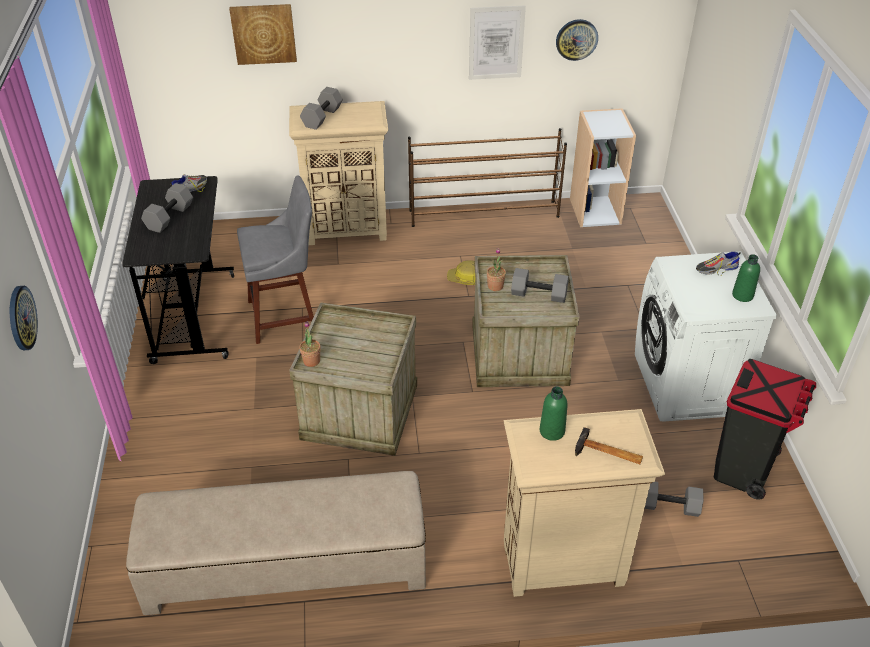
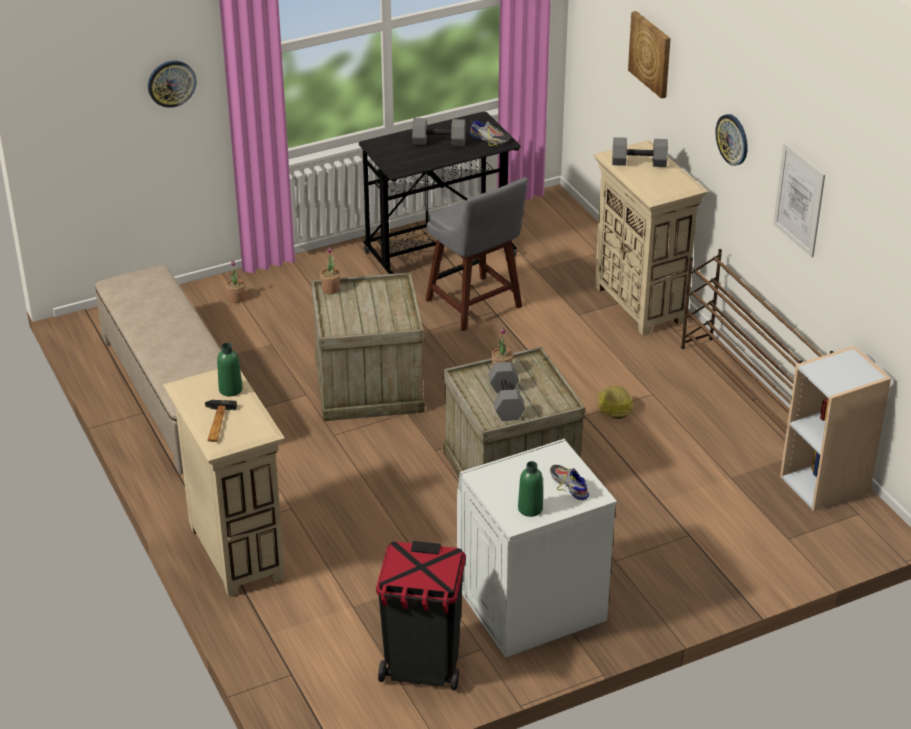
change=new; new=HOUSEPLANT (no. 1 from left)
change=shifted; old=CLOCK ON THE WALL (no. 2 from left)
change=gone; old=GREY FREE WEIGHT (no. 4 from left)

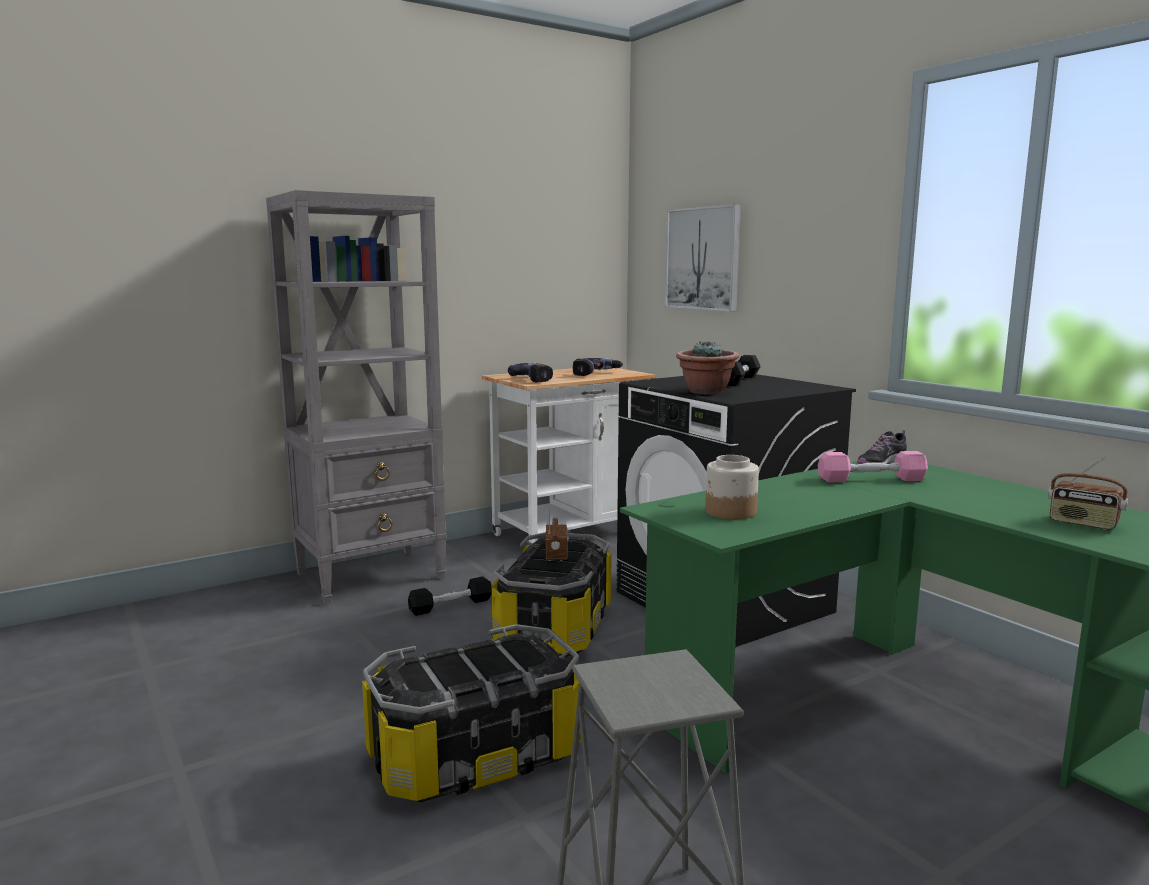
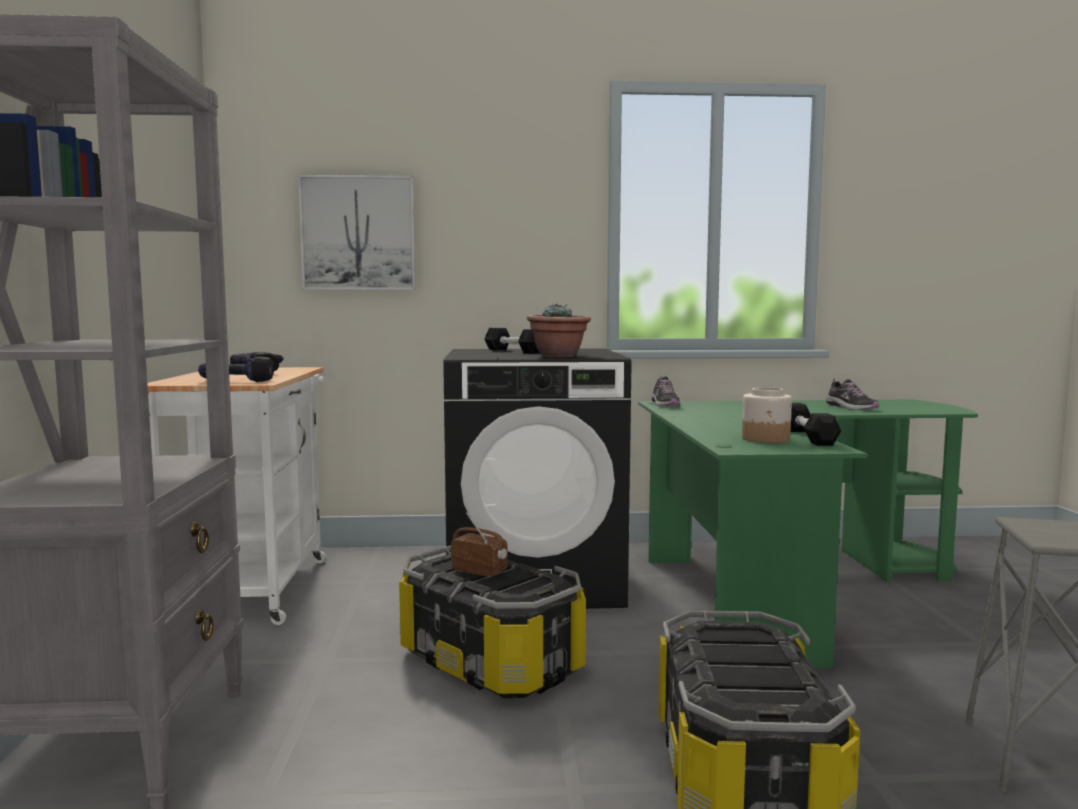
change=shifted; old=BLACK FREE WEIGHT (no. 1 from left in the first image); new=BLACK FREE WEIGHT (no. 2 from left)
change=swapped; old=RADIO RECEIVER (no. 2 from left); new=LOW SHOE (no. 2 from left)
change=gone; old=PINKISH FREE WEIGHT

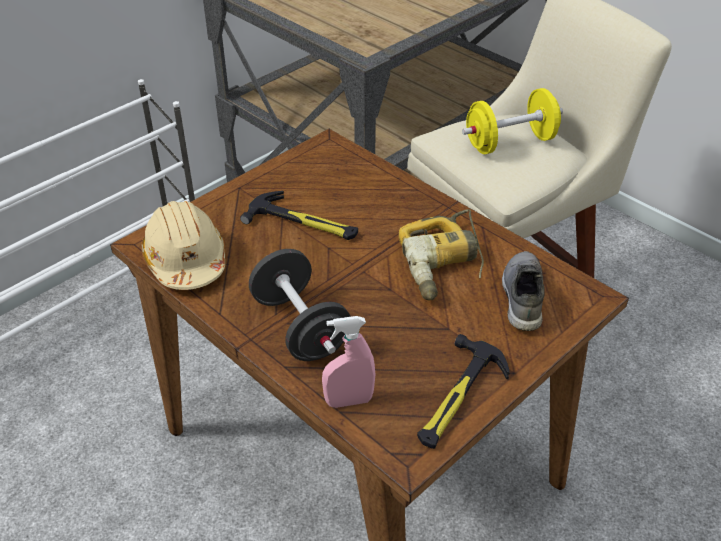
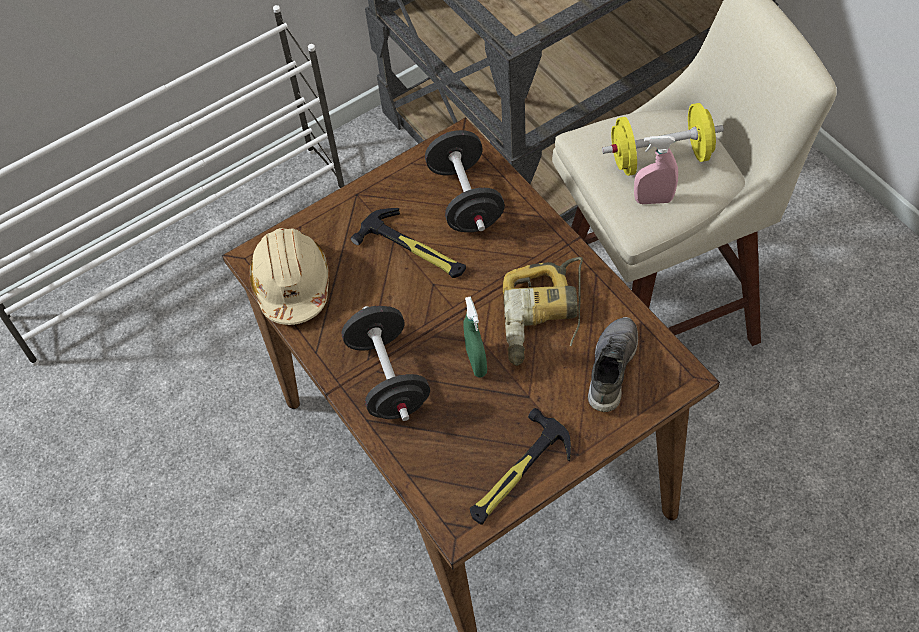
change=new; new=BLACK FREE WEIGHT (no. 2 from left)
change=new; new=GREEN HAND SPRAYER
change=shifted; old=PINKISH HAND SPRAYER

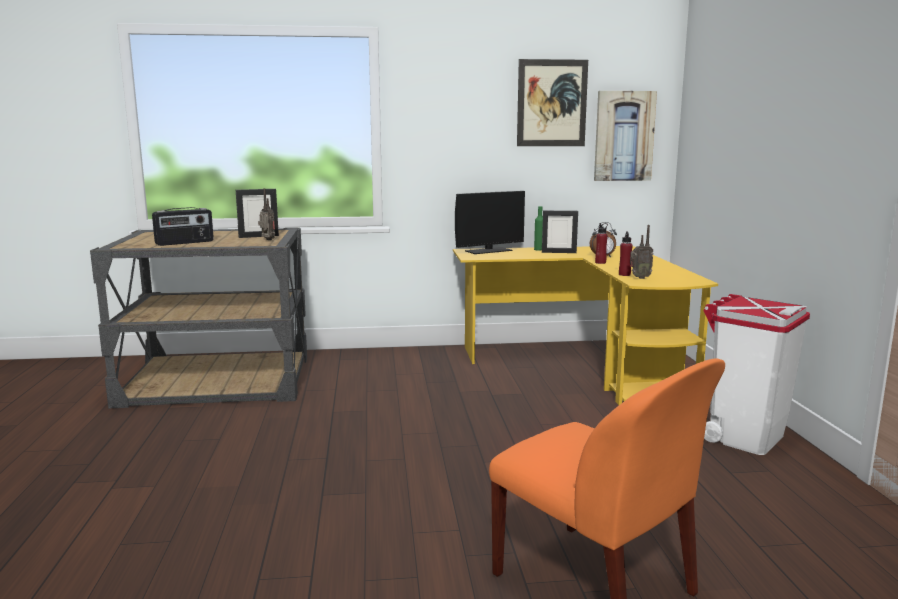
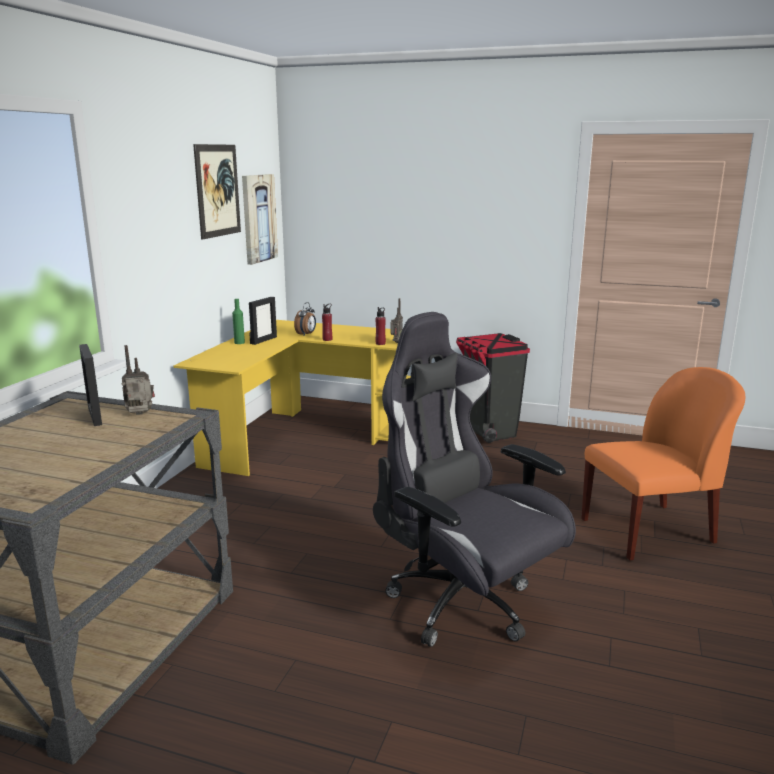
change=rotated; old=STANDING FRAME (no. 1 from left); degrees=150
change=new; new=BLACK OFFICE CHAIR
change=repainted; old=WHITE-COLOURED WASTE BIN; new=BLACK WASTE BIN
change=gone; old=RADIO RECEIVER (no. 1 from left)
change=gone; old=COMPUTER SCREEN

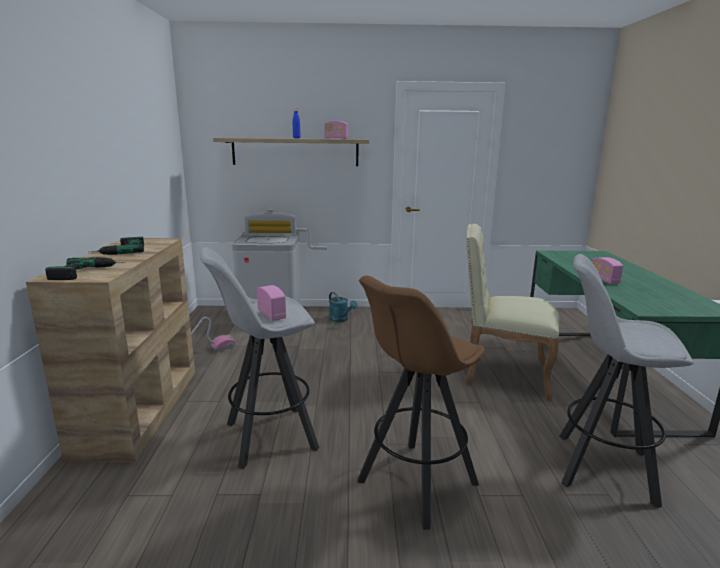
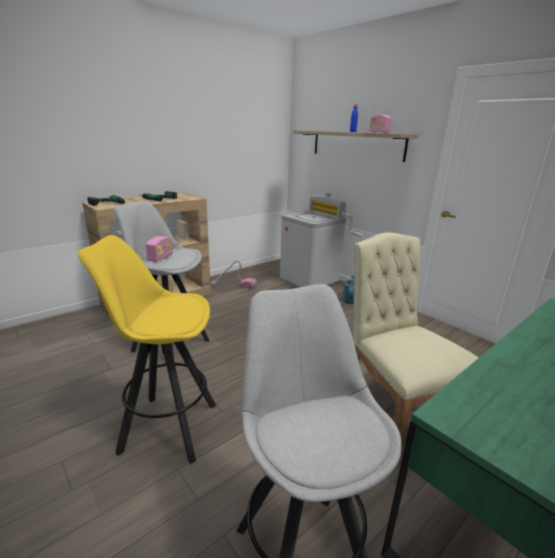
change=repainted; old=BROWN SITTING STOOL; new=YELLOWISH SITTING STOOL
change=gone; old=RADIO RECEIVER (no. 3 from left)

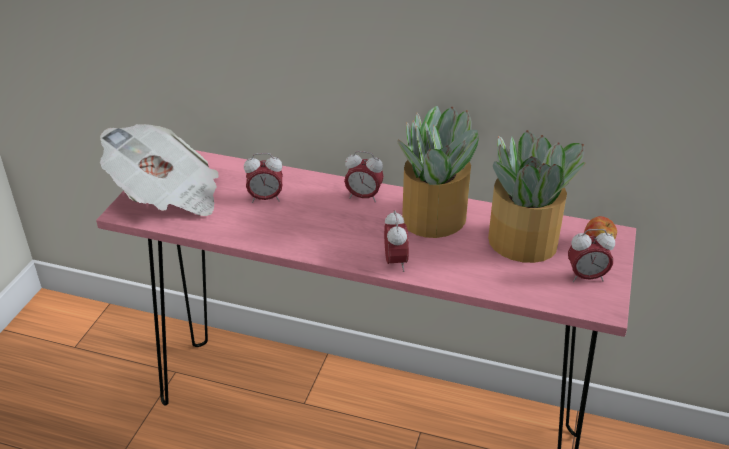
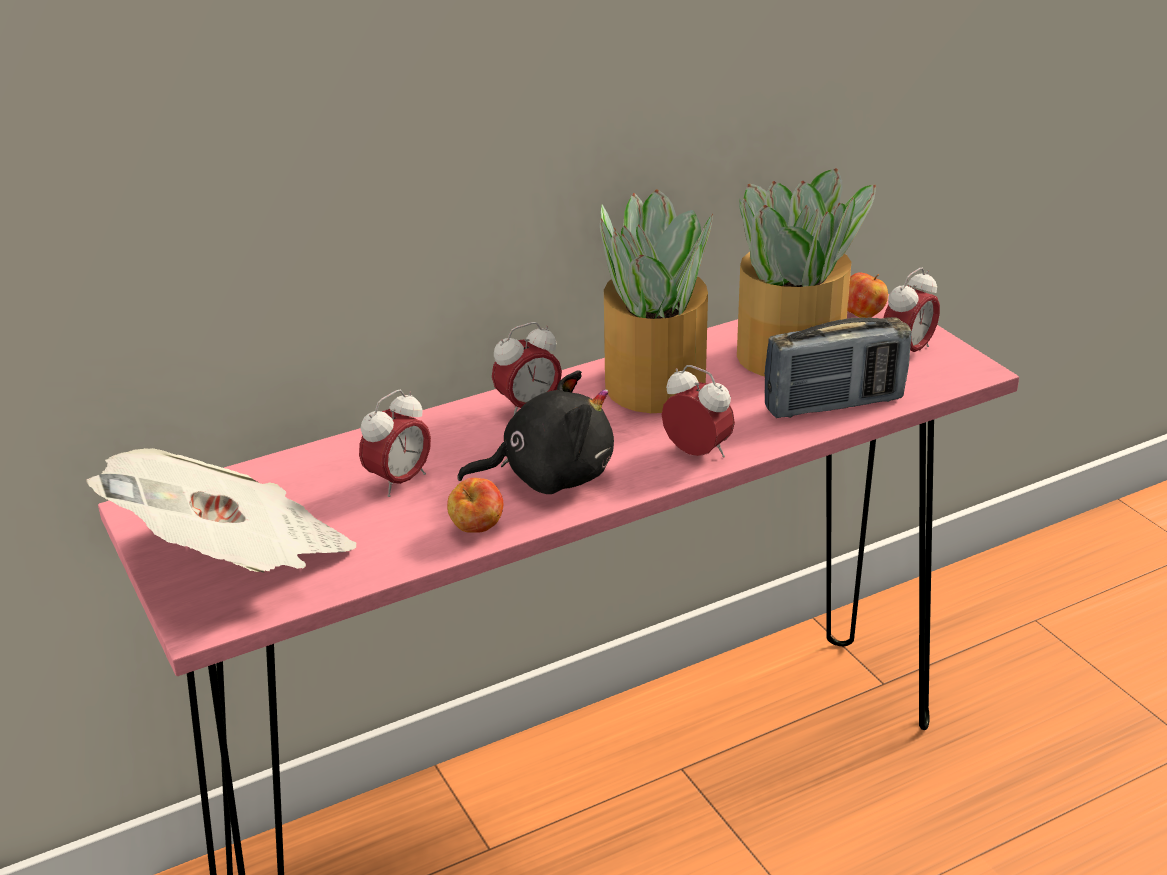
change=new; new=APPLE (no. 1 from left)
change=new; new=BLACK PLUSH TOY
change=new; new=RADIO RECEIVER

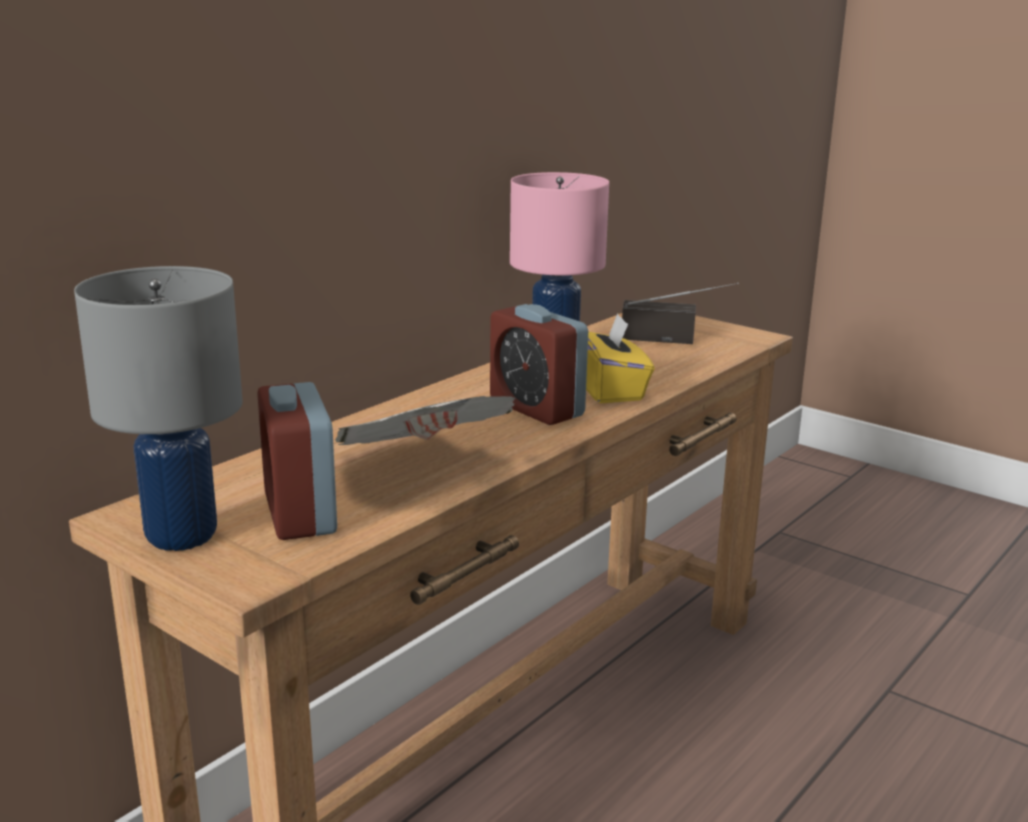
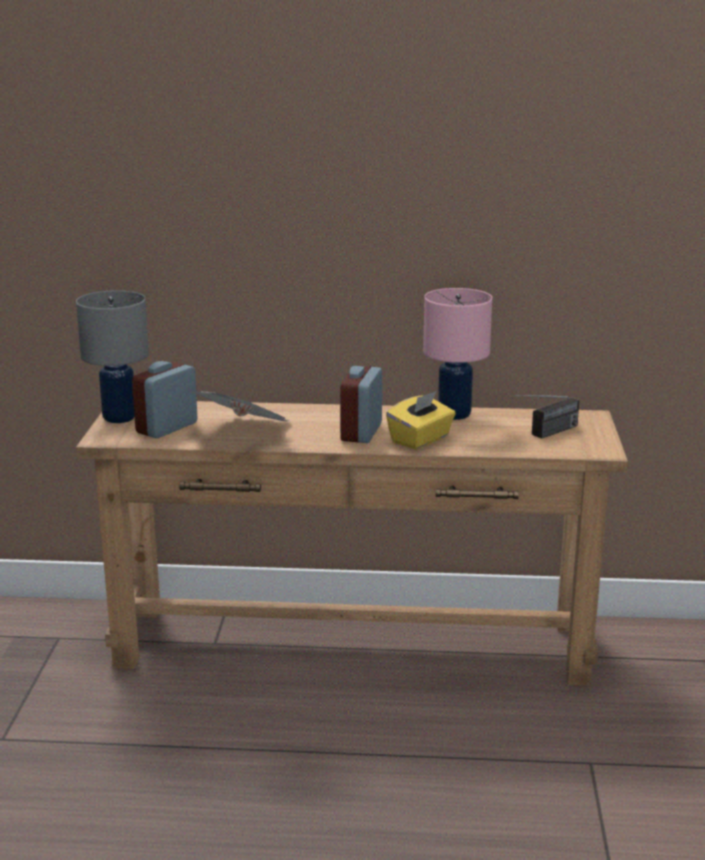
change=rotated; old=RADIO RECEIVER; degrees=75

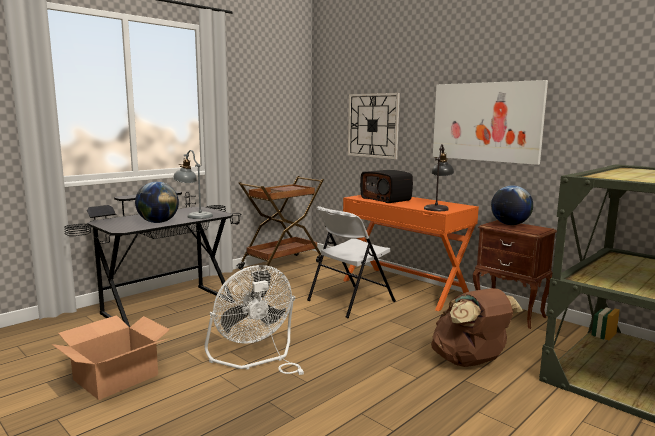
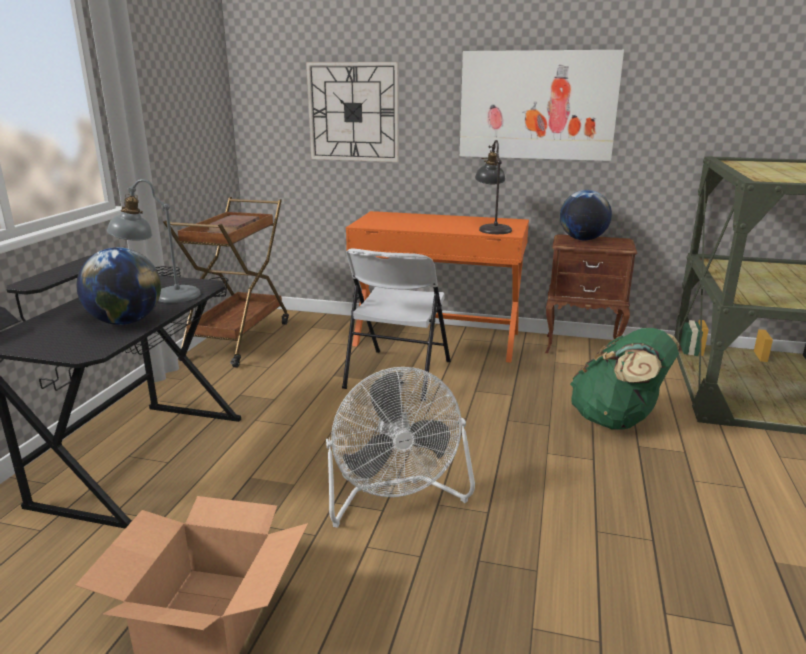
change=rotated; old=WHITE-COLOURED ELECTRIC FAN; degrees=-135
change=repainted; old=BROWN RUCKSACK; new=GREEN RUCKSACK
change=gone; old=RADIO RECEIVER

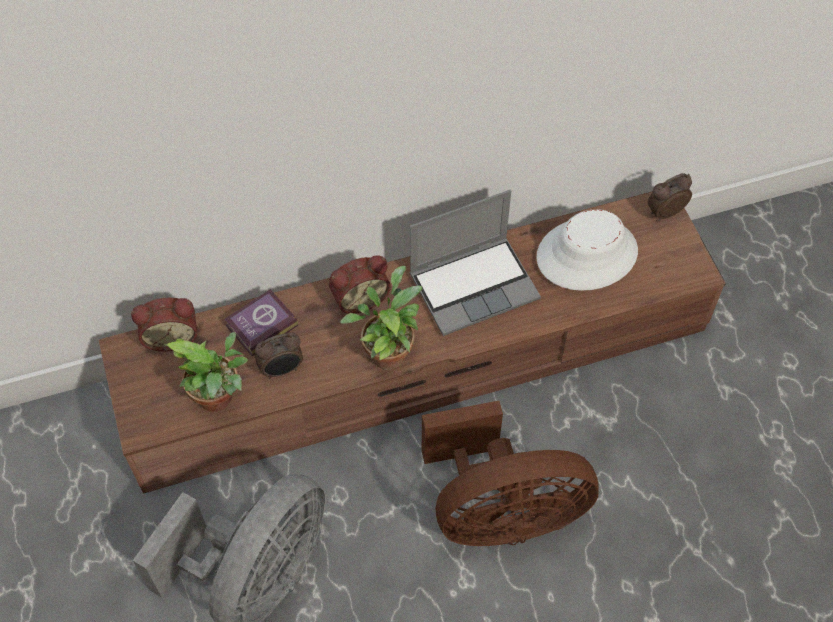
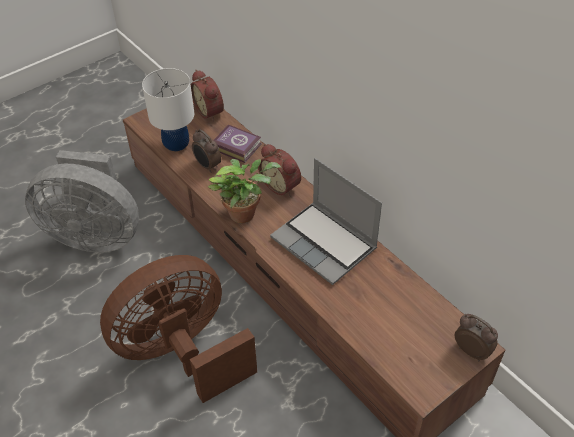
change=rotated; old=BROWN ELECTRIC FAN; degrees=90
change=swapped; old=HOUSEPLANT (no. 1 from left); new=WHITE-COLOURED LAMP FOR A TABLE
change=gone; old=WHITE-COLOURED CLOTHING HAT

